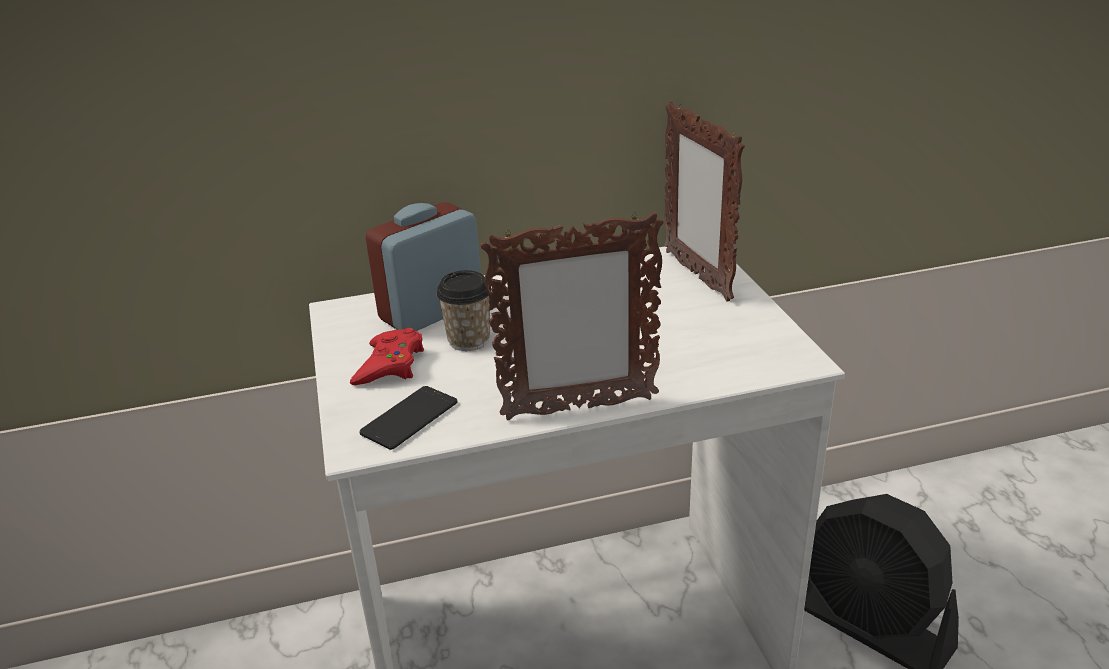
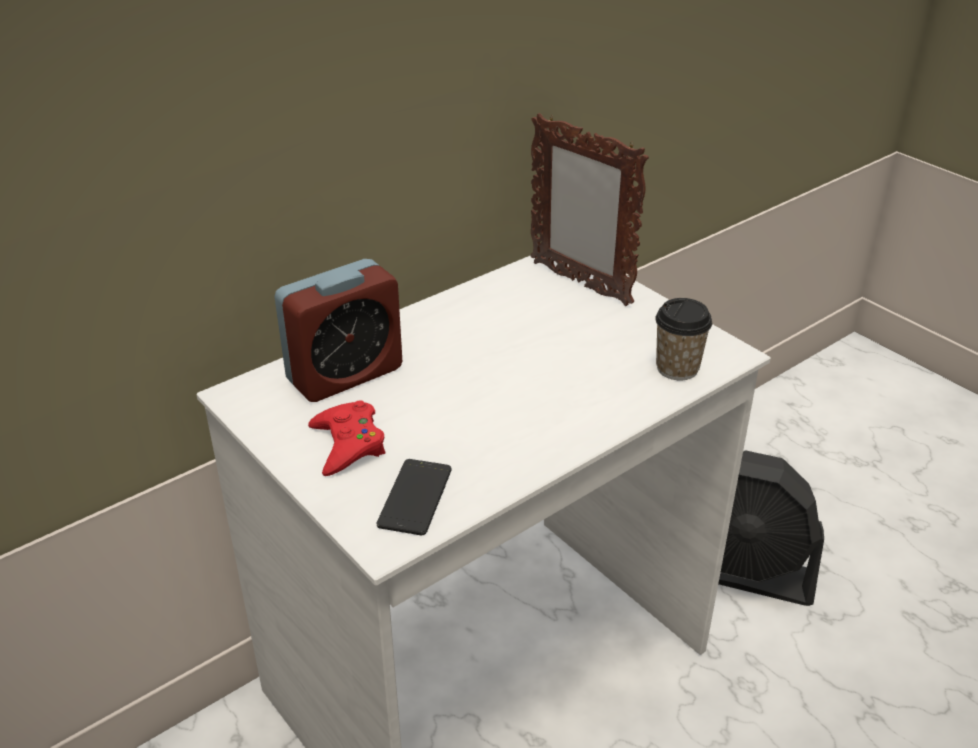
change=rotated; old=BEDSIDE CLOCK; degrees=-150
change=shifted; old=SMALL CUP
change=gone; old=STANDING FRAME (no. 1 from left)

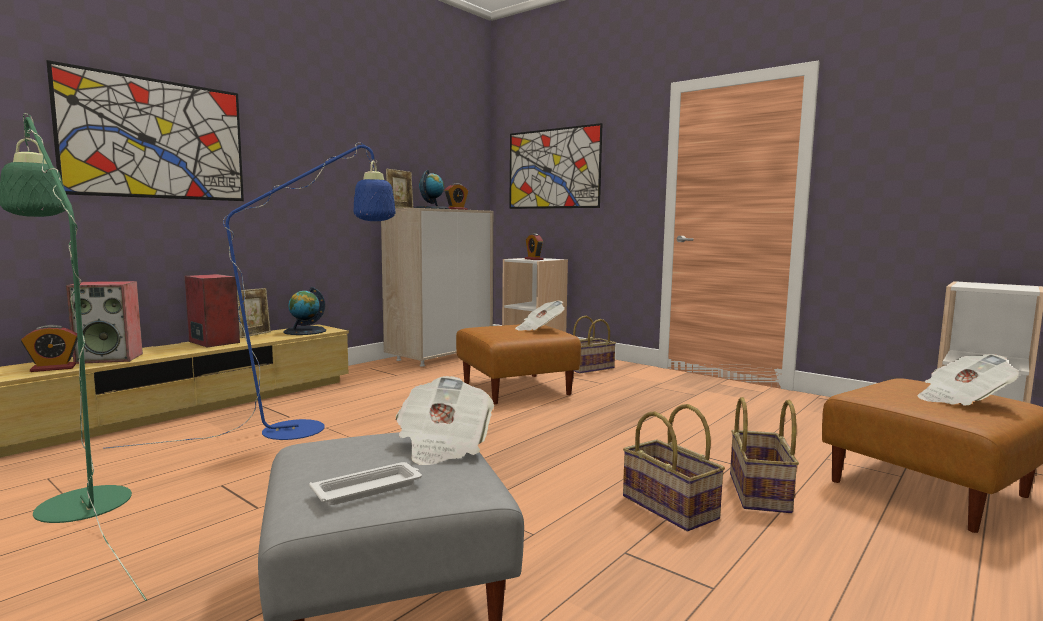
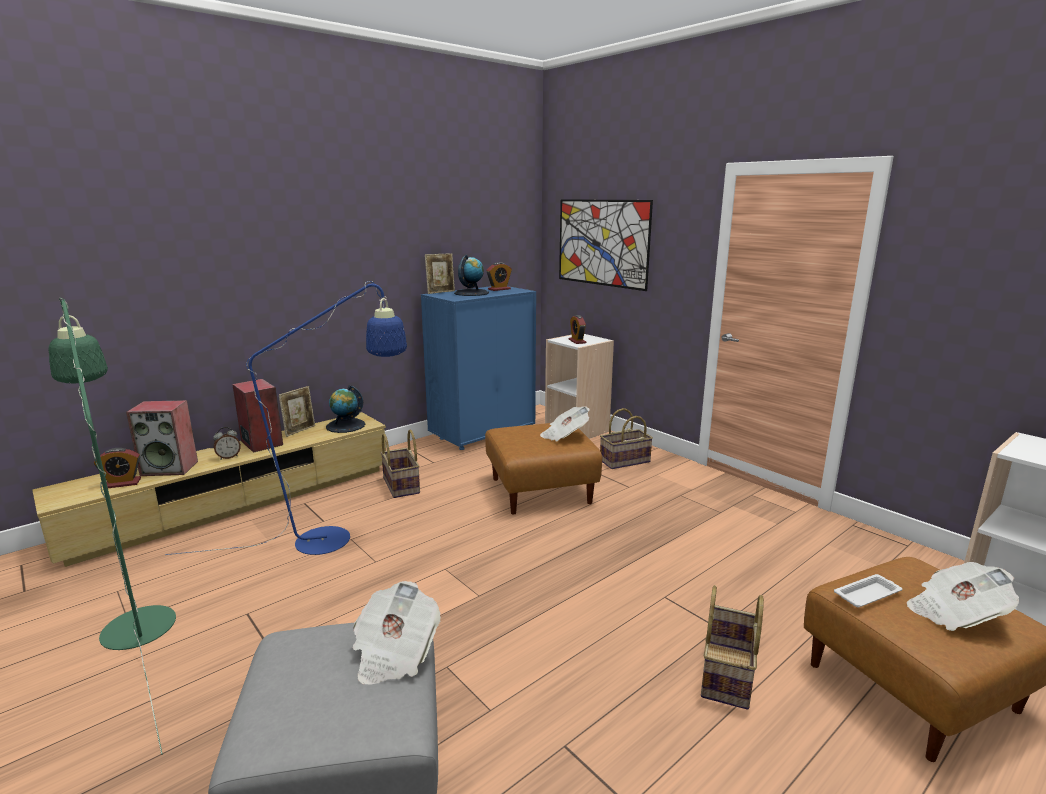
change=new; new=BEDSIDE CLOCK (no. 2 from left)
change=shifted; old=STORAGE BASKET (no. 2 from left in the first image); new=STORAGE BASKET (no. 1 from left)
change=repainted; old=SAND-COLOURED STORAGE CABINET; new=BLUISH STORAGE CABINET
change=shifted; old=WHITE-COLOURED CARRYING TRAY
change=gone; old=PICTURE (no. 1 from left)

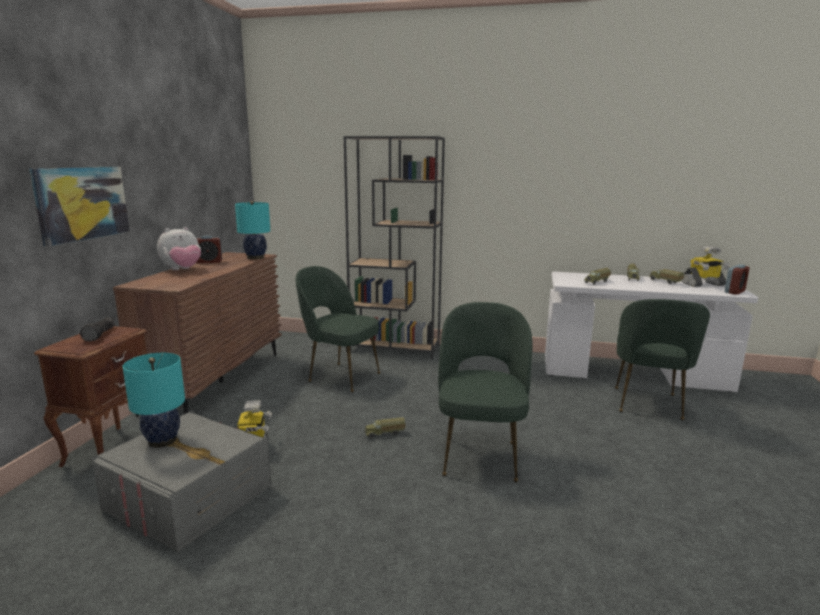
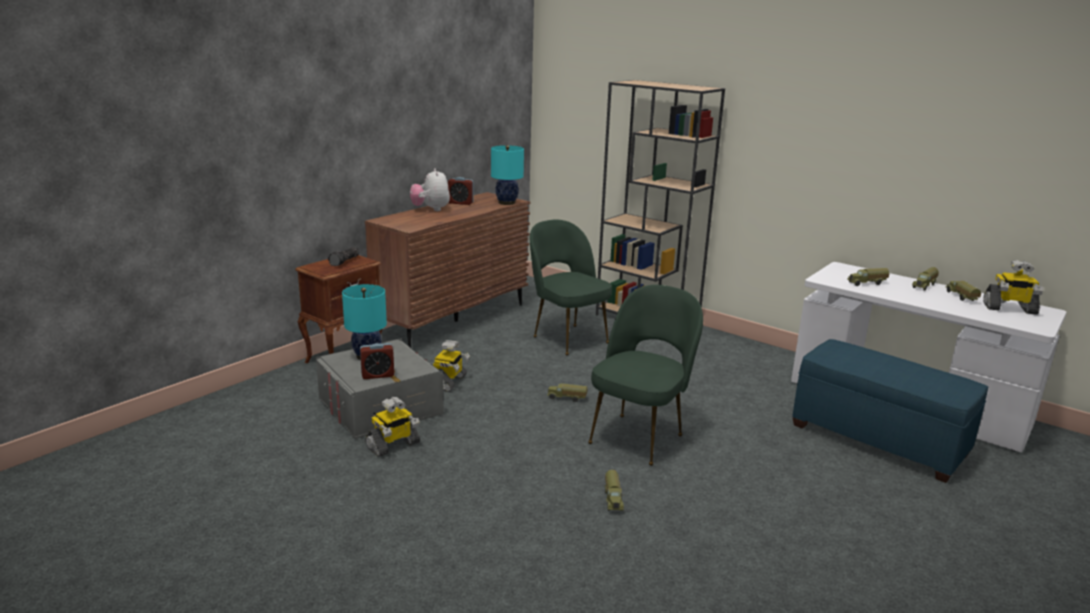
change=shifted; old=BEDSIDE CLOCK (no. 2 from left in the first image); new=BEDSIDE CLOCK (no. 1 from left)
change=new; new=ROBOT FIGURE (no. 1 from left)
change=rotated; old=PLUSH TOY; degrees=90
change=new; new=TOY TRUCK (no. 2 from left)
change=swapped; old=GREEN PLAIN CHAIR (no. 3 from left); new=BLUISH POUFFE
change=gone; old=PICTURE

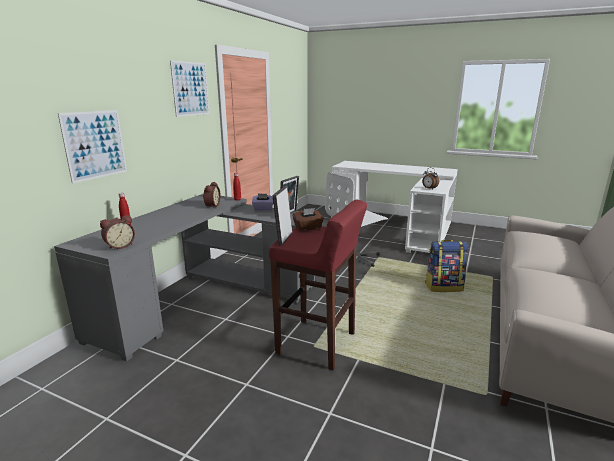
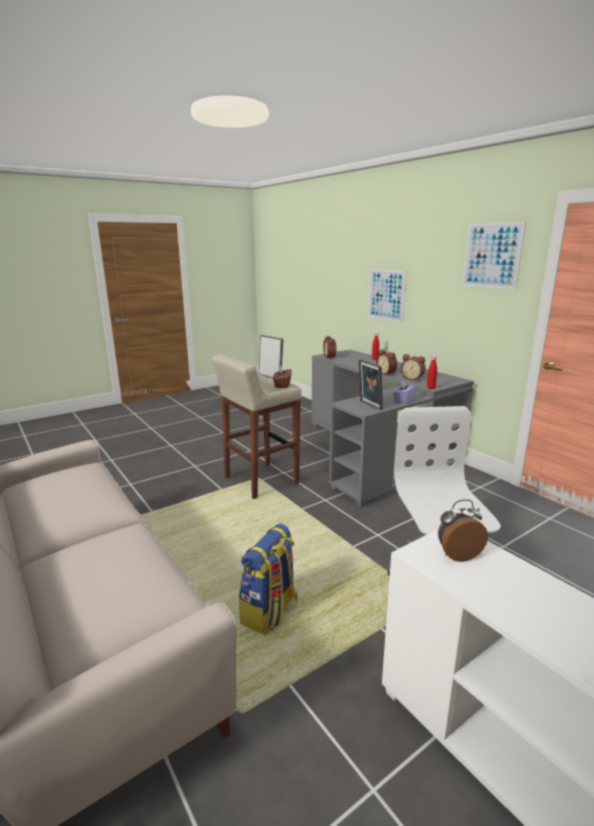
change=repainted; old=RED-COLOURED SITTING STOOL; new=SAND-COLOURED SITTING STOOL
change=new; new=BEDSIDE CLOCK (no. 2 from left)

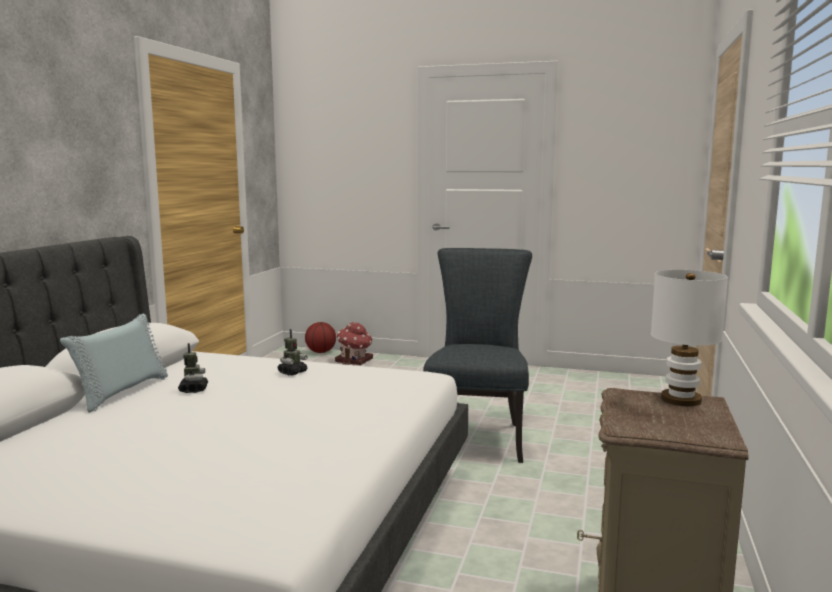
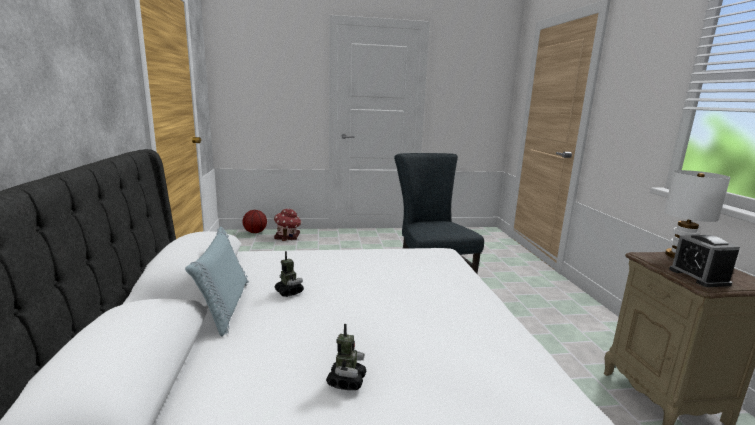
change=shifted; old=ROBOT FIGURE (no. 2 from left)
change=new; new=BEDSIDE CLOCK

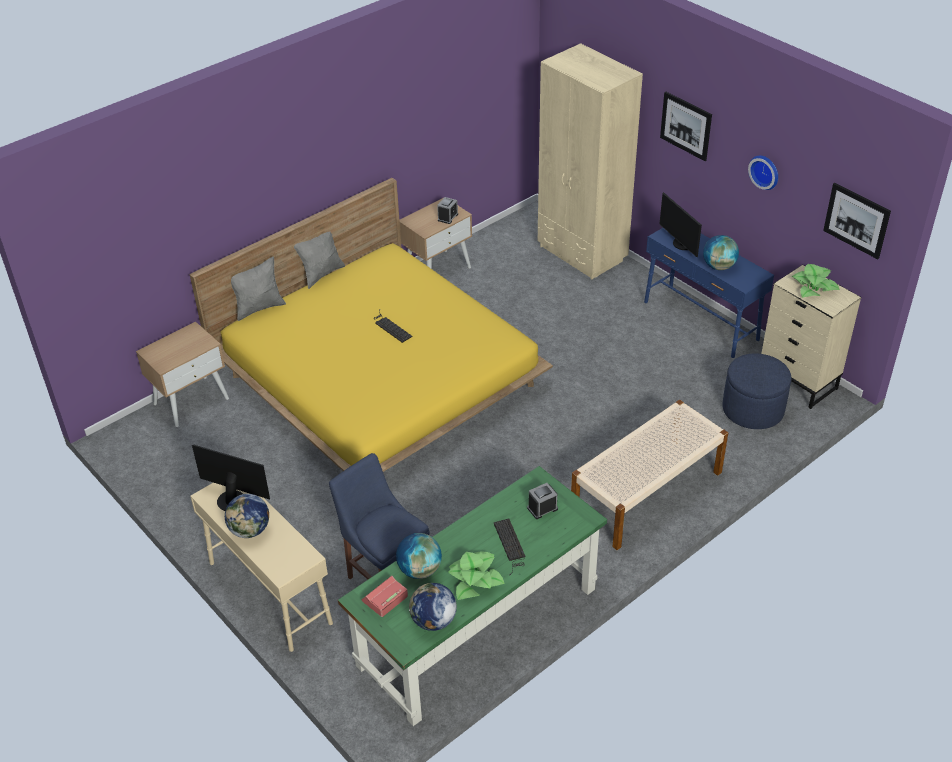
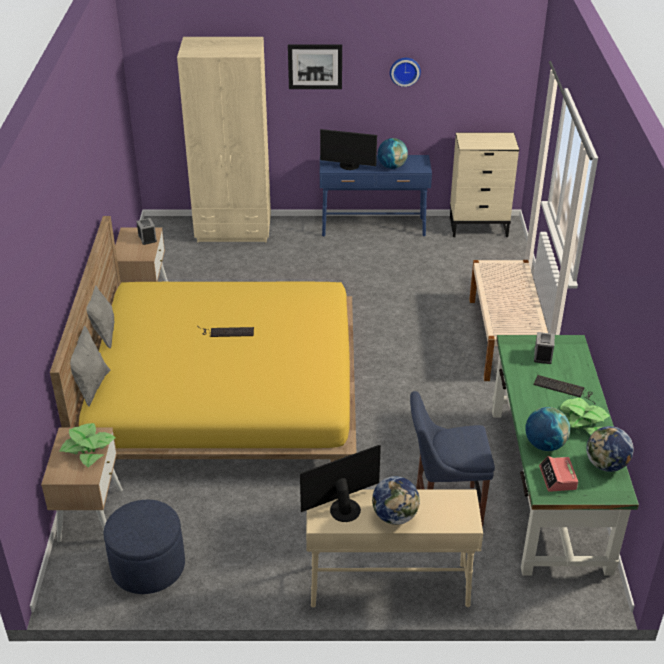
change=shifted; old=HOUSEPLANT (no. 2 from left in the first image); new=HOUSEPLANT (no. 1 from left)
change=shifted; old=BLUISH POUFFE
change=gone; old=PICTURE (no. 2 from left)

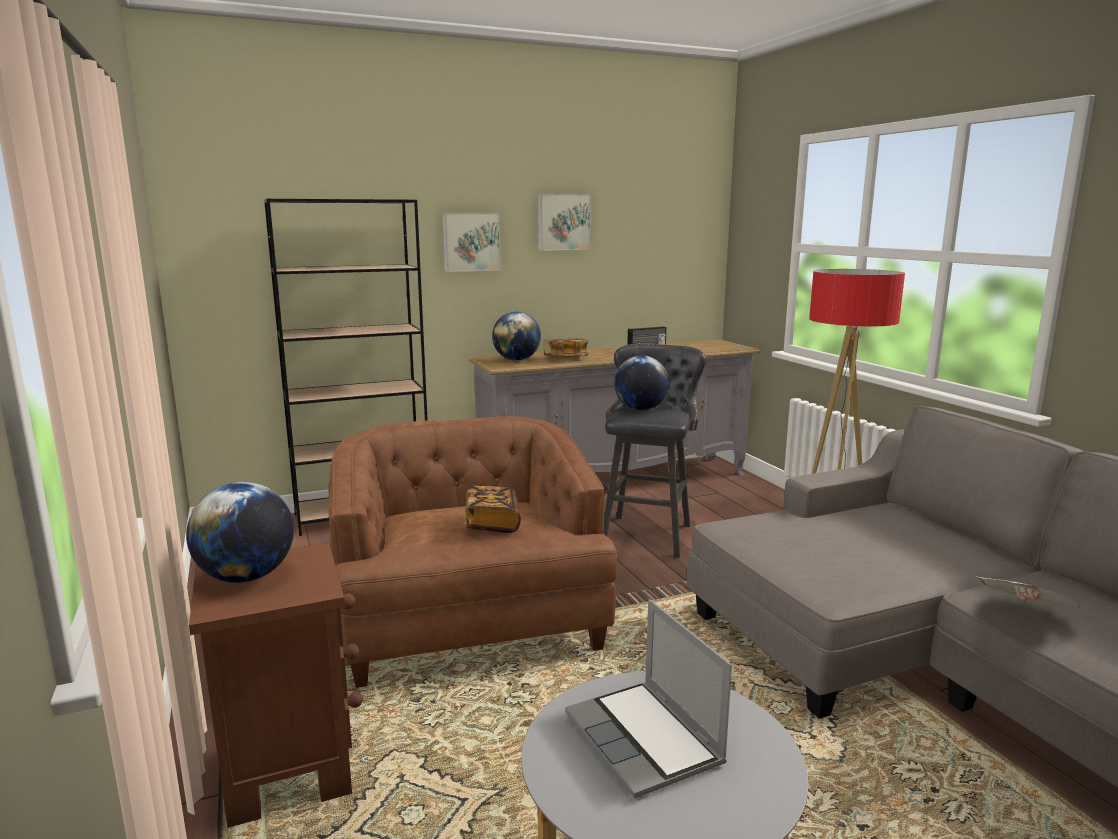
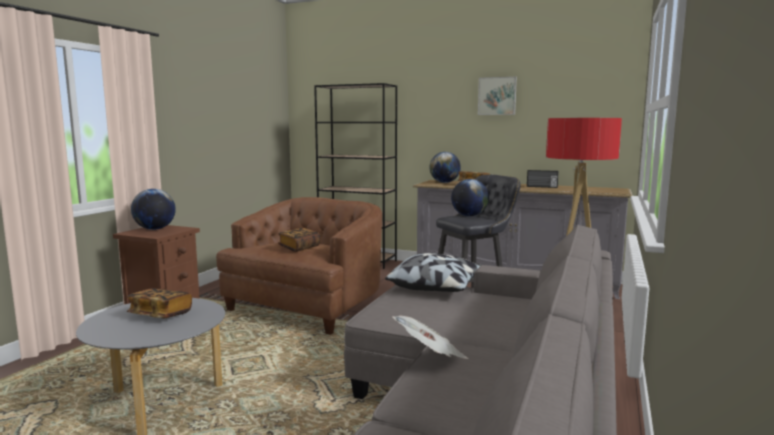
change=swapped; old=PORTABLE COMPUTER; new=BOUND BOOK (no. 1 from left)
change=new; new=PILLOW
change=gone; old=PICTURE (no. 1 from left)

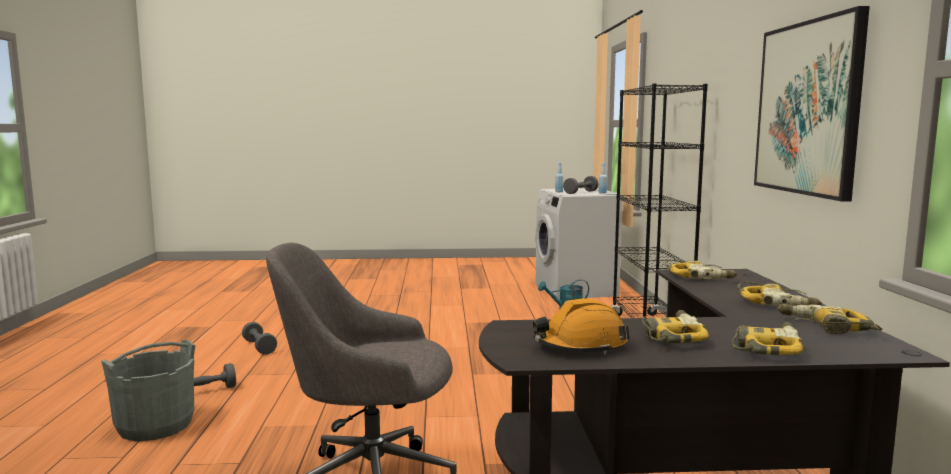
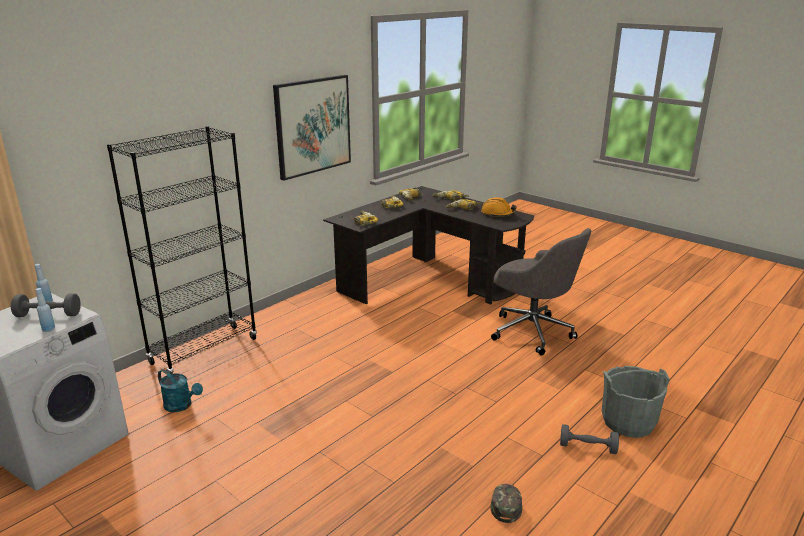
change=swapped; old=GREY FREE WEIGHT (no. 2 from left); new=GREEN BASEBALL CAP

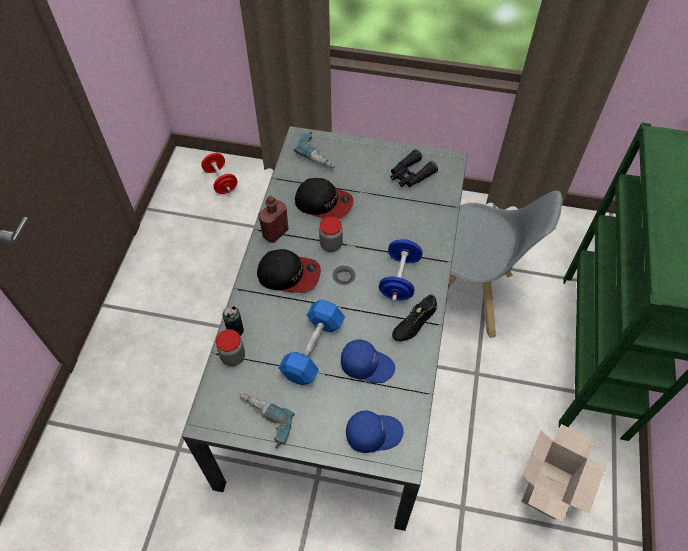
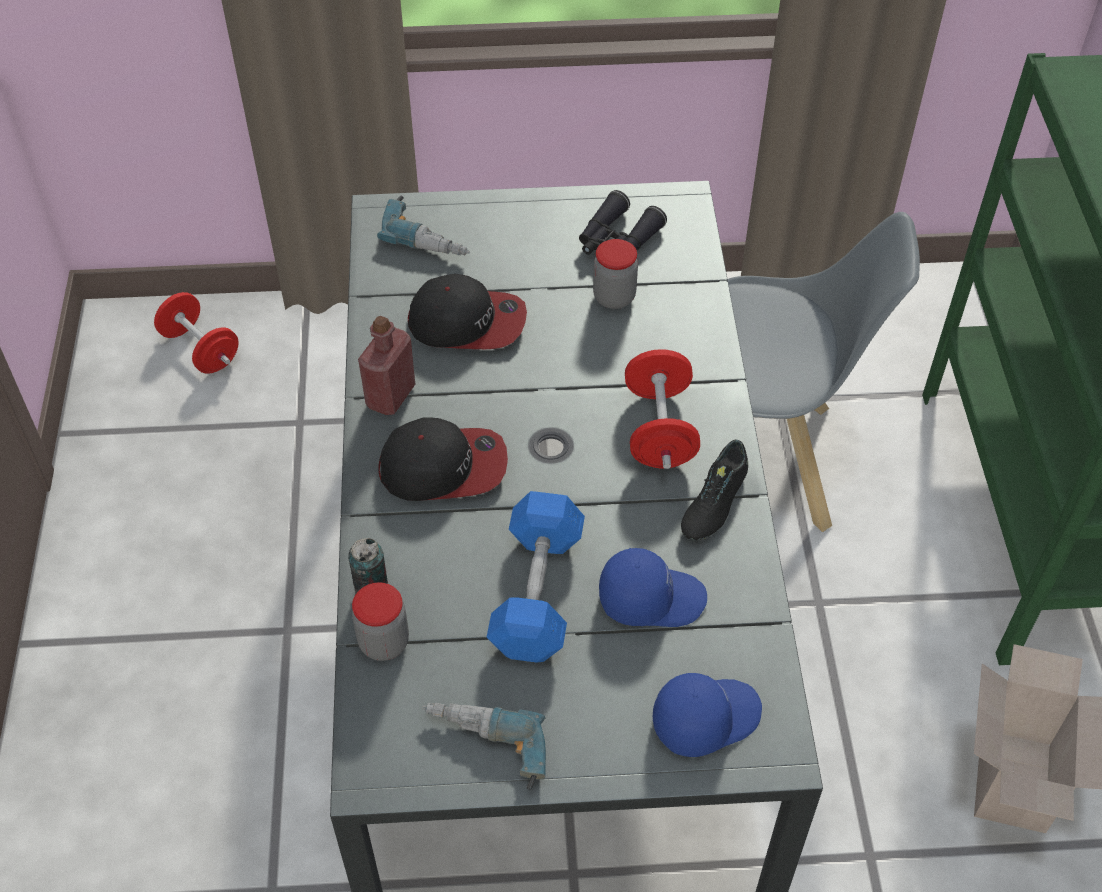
change=shifted; old=JAR (no. 2 from left)
change=repainted; old=BLUISH FREE WEIGHT (no. 2 from left); new=RED-COLOURED FREE WEIGHT (no. 2 from left)

